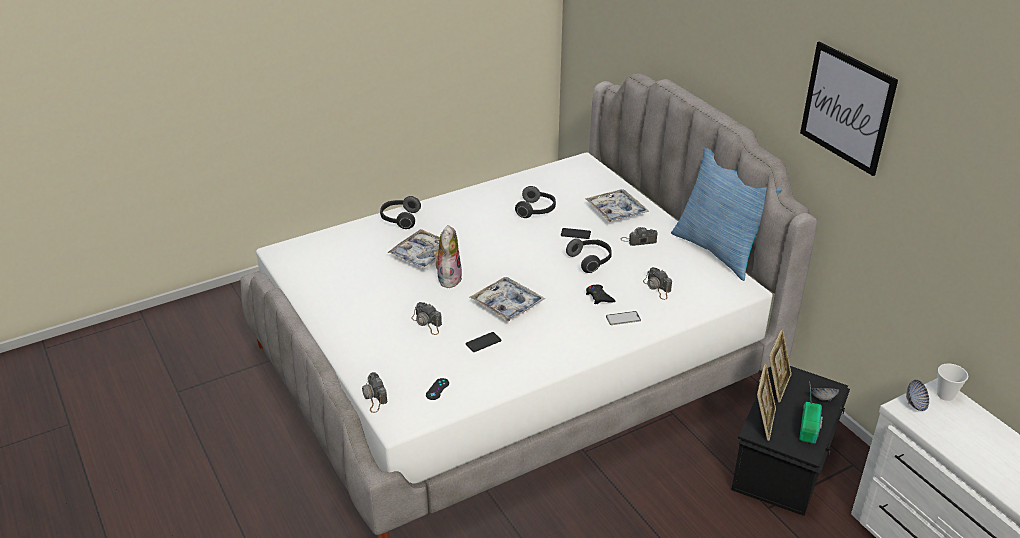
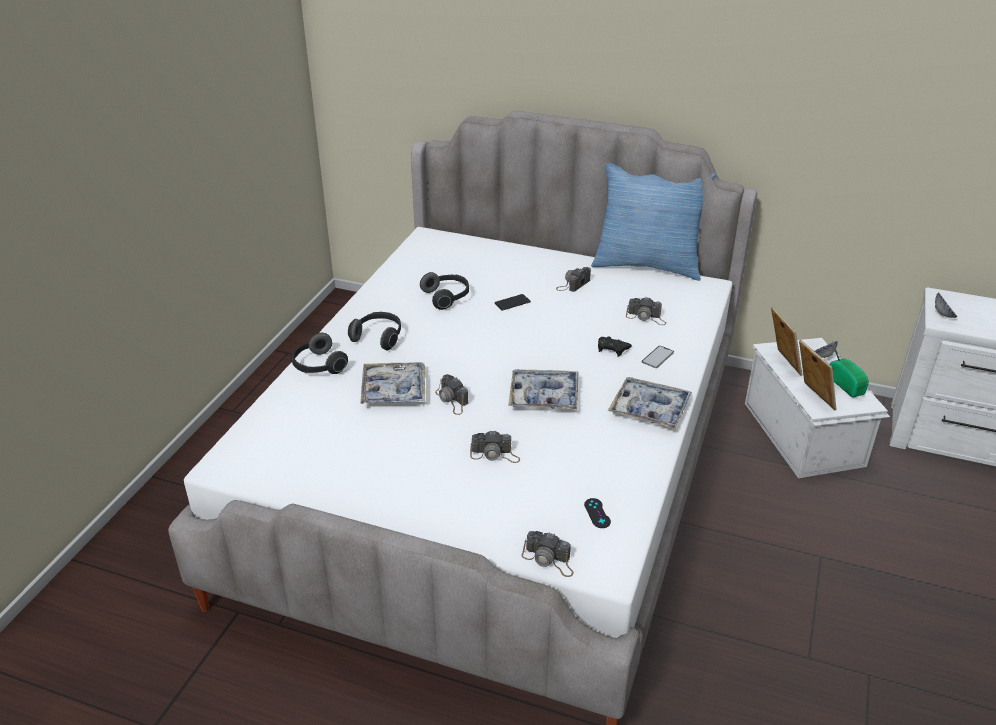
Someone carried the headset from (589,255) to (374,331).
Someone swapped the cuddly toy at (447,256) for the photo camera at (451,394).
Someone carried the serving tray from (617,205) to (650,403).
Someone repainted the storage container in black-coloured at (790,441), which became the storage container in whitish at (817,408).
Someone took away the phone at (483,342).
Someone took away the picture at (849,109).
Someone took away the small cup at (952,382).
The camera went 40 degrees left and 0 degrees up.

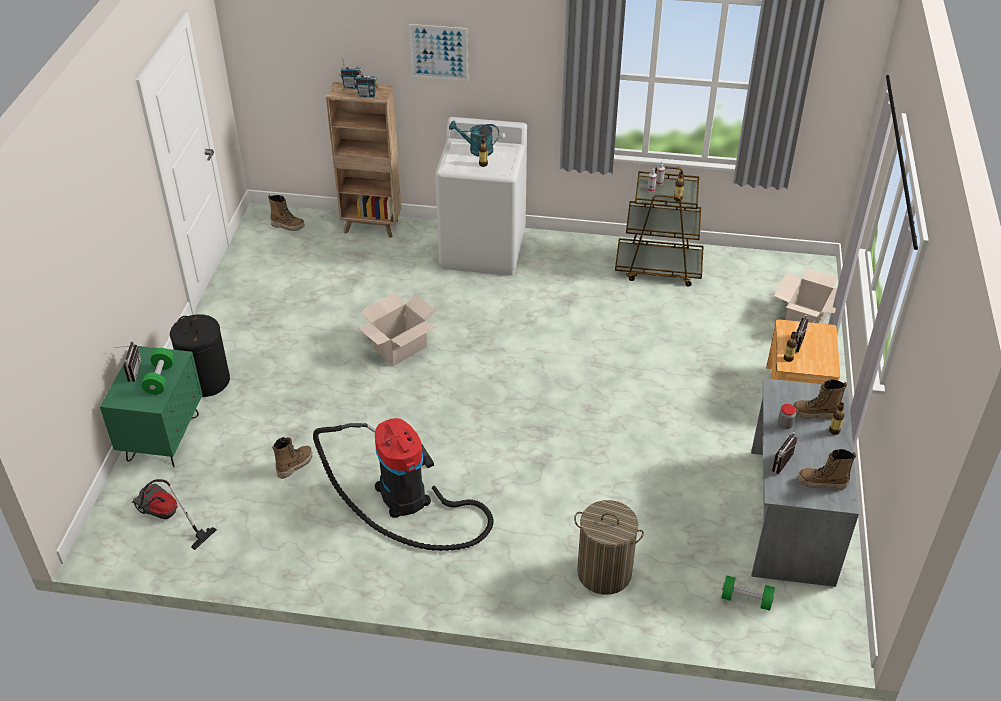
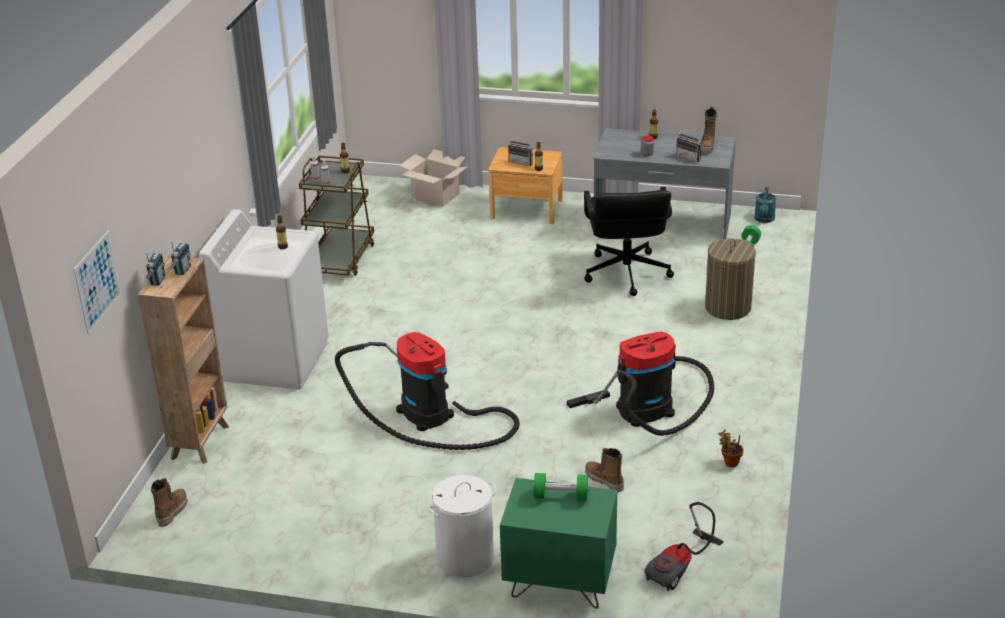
Someone carried the picture from (438,52) to (97,283).
Someone swapped the cardboard box at (397,329) for the vacuum at (427,391).
Someone repainted the washing basket in black-coloured at (200,355), which became the washing basket in whitish at (462,526).
Someone put down the desk chair in black-coloured at (629,241).
Someone put down the potted plant at (731,448).
Someone carried the watering can in turquoise-coloured from (474,138) to (765,205).
Someone took away the radio receiver at (128,361).
Someone took away the boot at (820,399).
The camera went 85 degrees left and 10 degrees down.

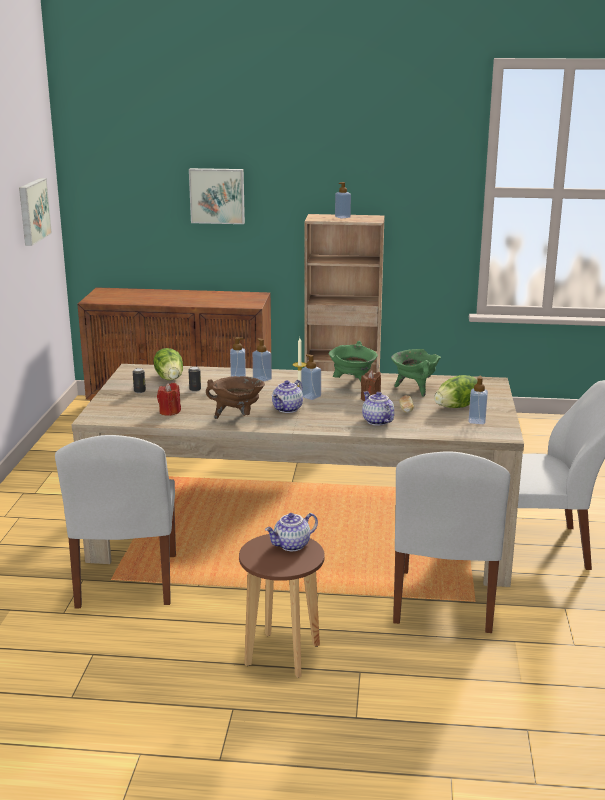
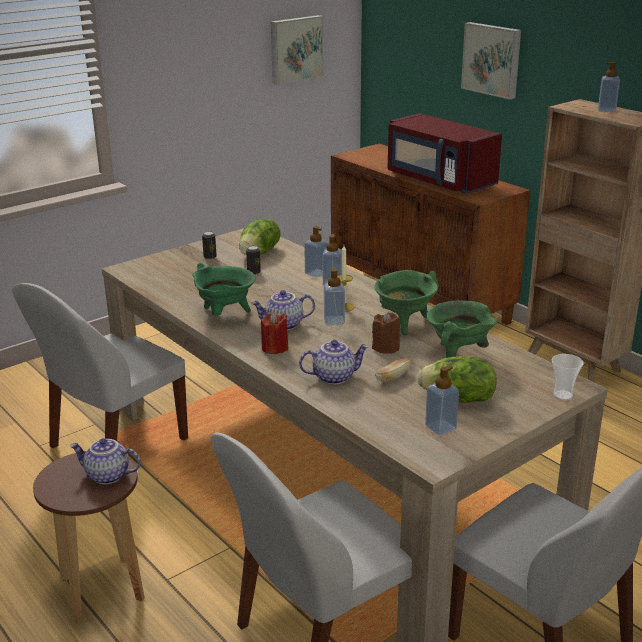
Someone repainted the cooking pot in brown-coloured at (235,397), which became the cooking pot in greenish at (224,289).
Someone carried the wax light in red-coloured from (169,399) to (274,333).
Someone rotated the teapot at (378,408) by 60 degrees clockwise.
Someone put down the microwave oven in red-coloured at (445,153).
Someone put down the small cup at (568,377).
The camera went 45 degrees right and 5 degrees up.

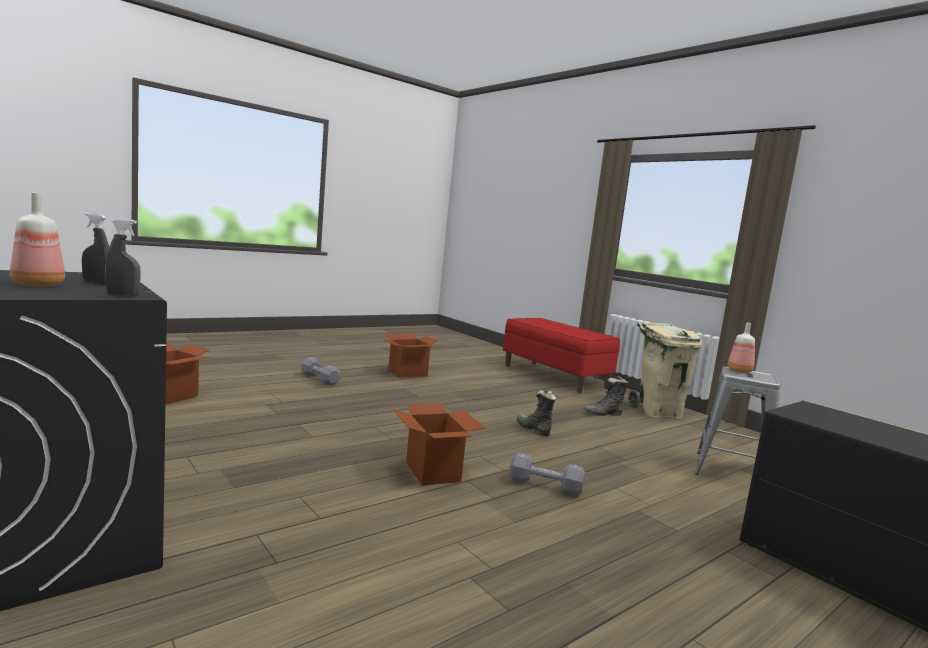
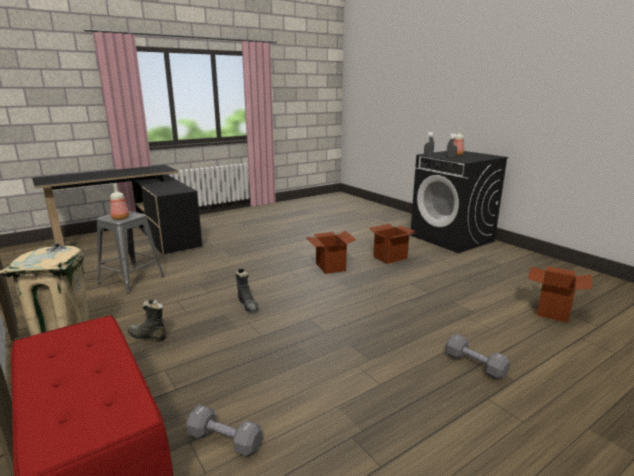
Someone rotated the boot in black-coloured at (606,396) by 150 degrees counterclockwise.
Someone carried the hand weight in gray from (547,474) to (224,430).
Someone carried the cardboard box from (411,355) to (392,244).
The camera went 175 degrees left and 10 degrees up.

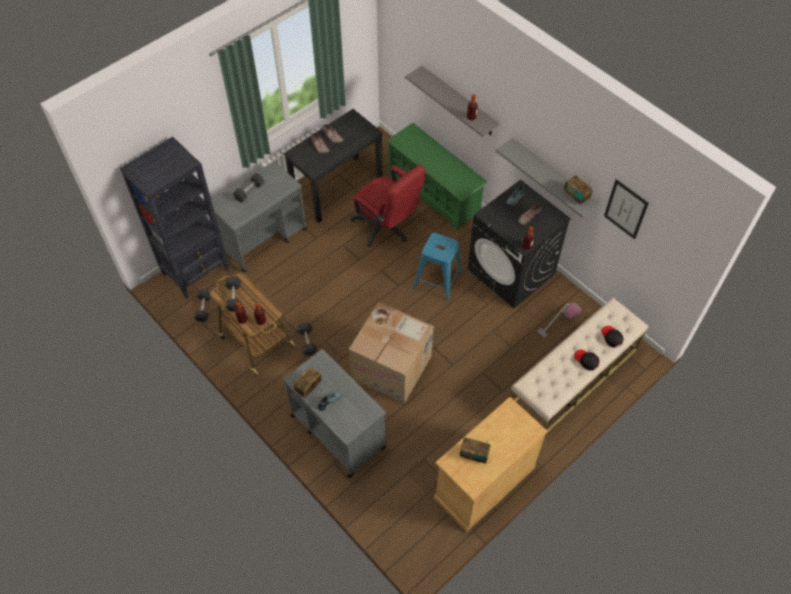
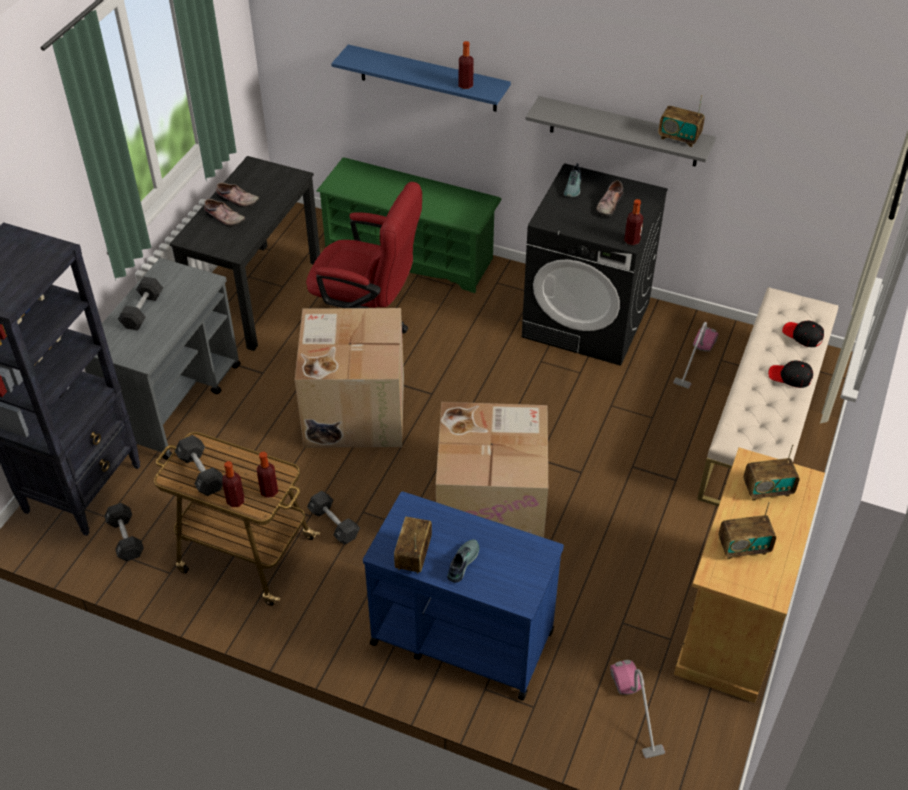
Someone put down the cardboard box at (349,378).
Someone repainted the shelf in gray at (452,101), which became the shelf in bluish at (421,78).
Someone repainted the wheeled cart in gray at (334,413), which became the wheeled cart in bluish at (463,595).
Someone put down the vacuum at (637,709).
Someone put down the radio receiver at (771,472).
Someone took away the sitting stool in bluish at (437,267).
Someone took away the picture at (626,209).
The camera went 25 degrees left and 10 degrees down.

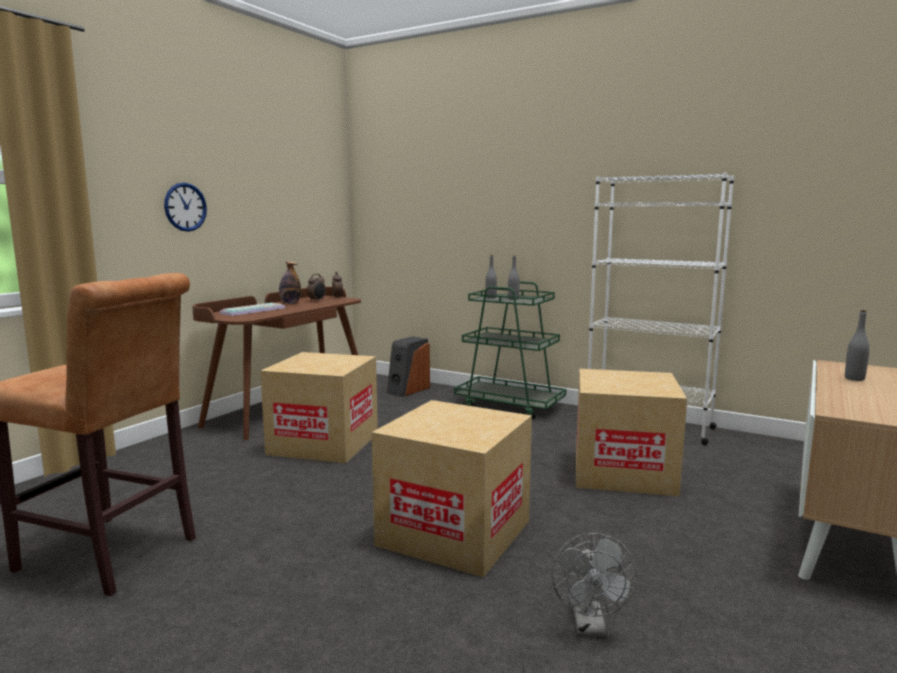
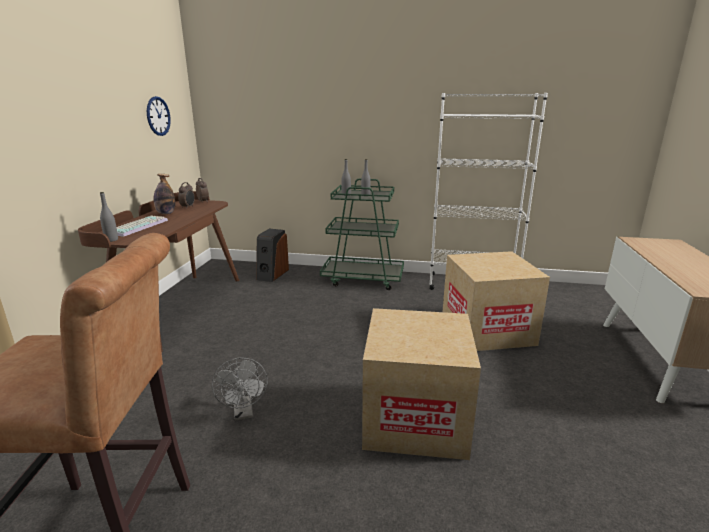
Someone carried the beverage bottle in gray from (857,345) to (109,217).
Someone carried the hanging clock from (185,207) to (159,116).
Someone carried the fan in gray from (594,585) to (240,389).
Someone took away the cardboard box at (319,407).
The camera went 20 degrees left and 10 degrees up.

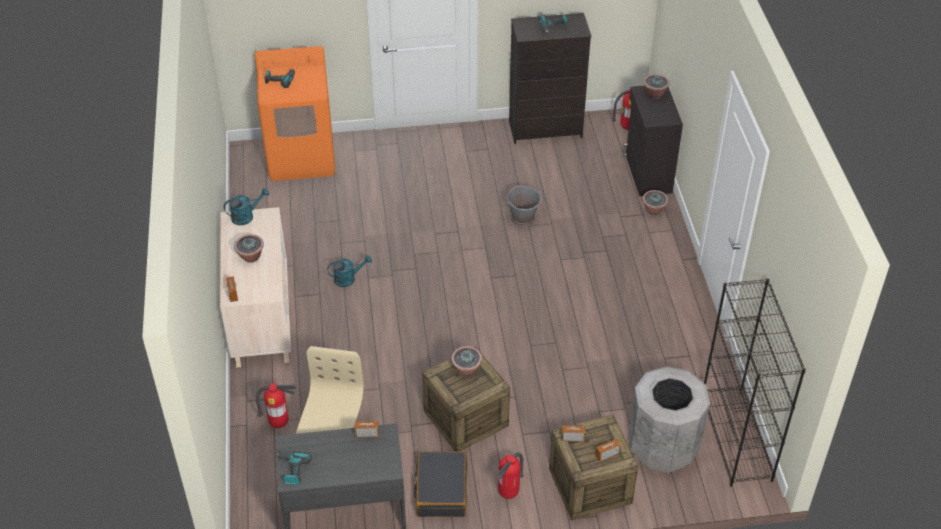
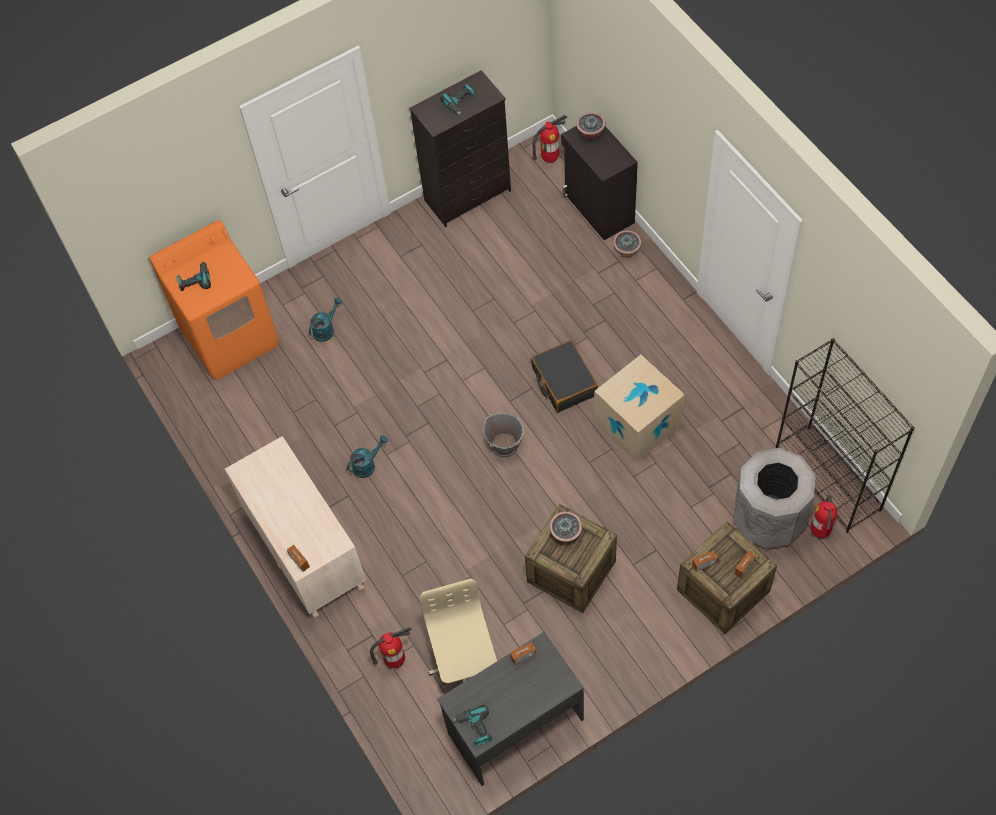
Someone carried the watering can in turquoise-coloured from (246,206) to (325,320).
Someone carried the bucket in gray from (524,206) to (504,435).
Someone carried the suitcase in black-coloured from (440,484) to (564,376).
Someone put down the cardboard box at (639,408).
Someone carried the fire extinguisher from (510,476) to (823,516).
Someone took away the potted plant at (249,248).
The camera went 20 degrees left and 15 degrees up.

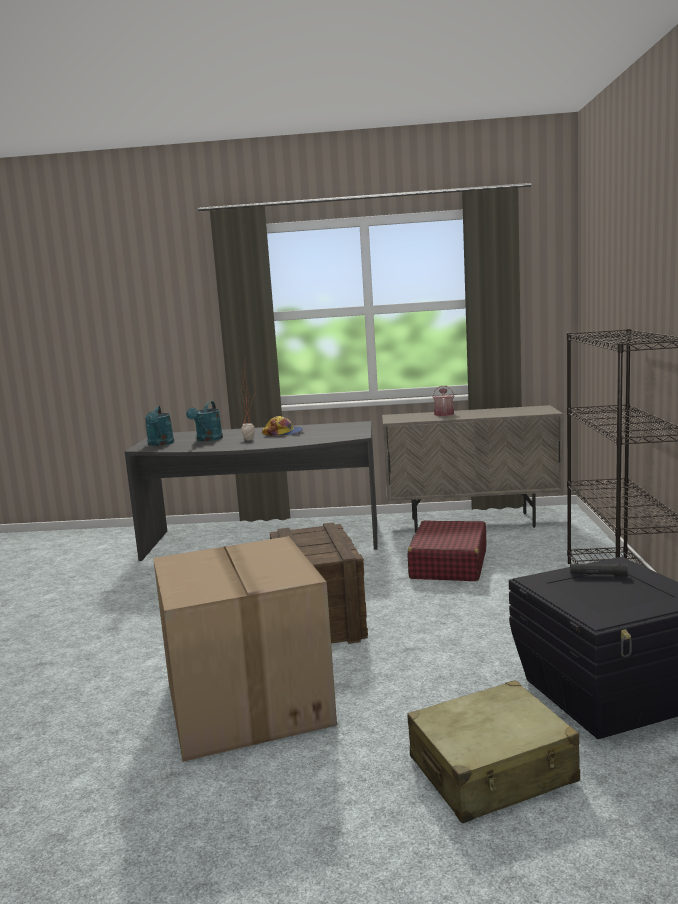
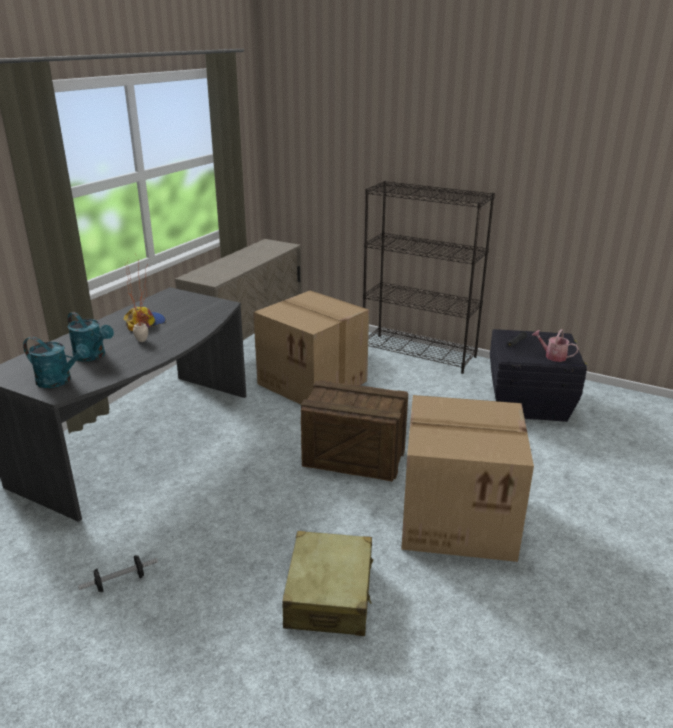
Someone put down the hand weight at (118,574).
Someone swapped the suitcase in red-coloured at (447,551) for the cardboard box at (311,348).
Someone carried the suitcase in beige-coloured from (493,751) to (327,583).
Someone carried the watering can from (443,401) to (555,345).
The camera went 65 degrees left and 15 degrees up.

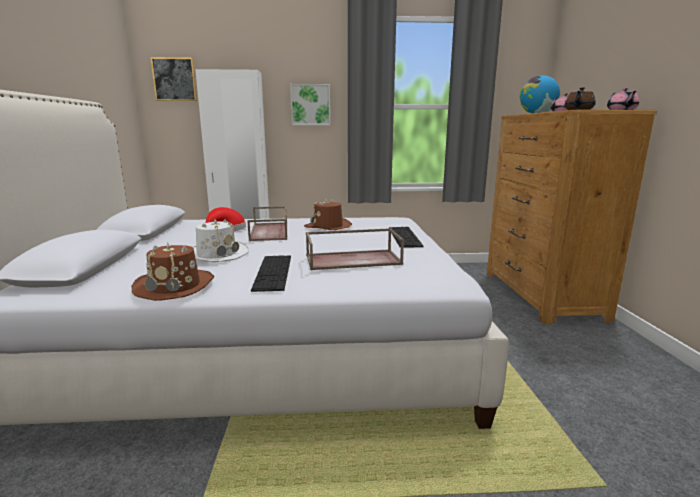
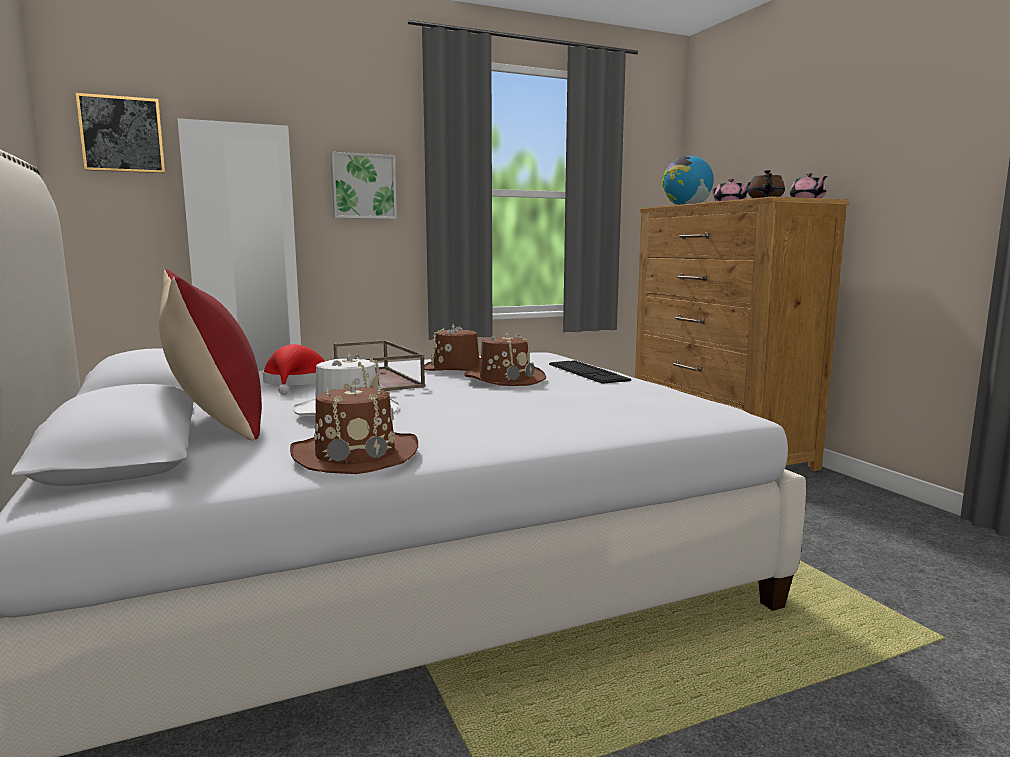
Someone put down the throw pillow in red-coloured at (210,355).
Someone put down the hat in brown-coloured at (505,358).
Someone took away the computer keyboard at (271,273).
Someone took away the serving tray in brown-coloured at (355,249).
The camera went 20 degrees left and 5 degrees down.

